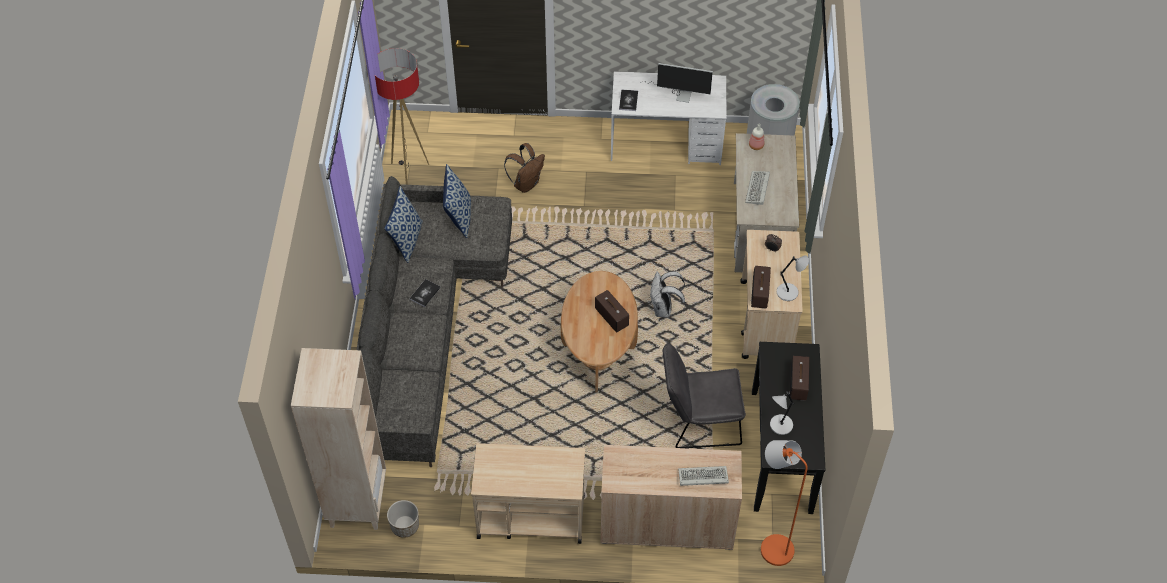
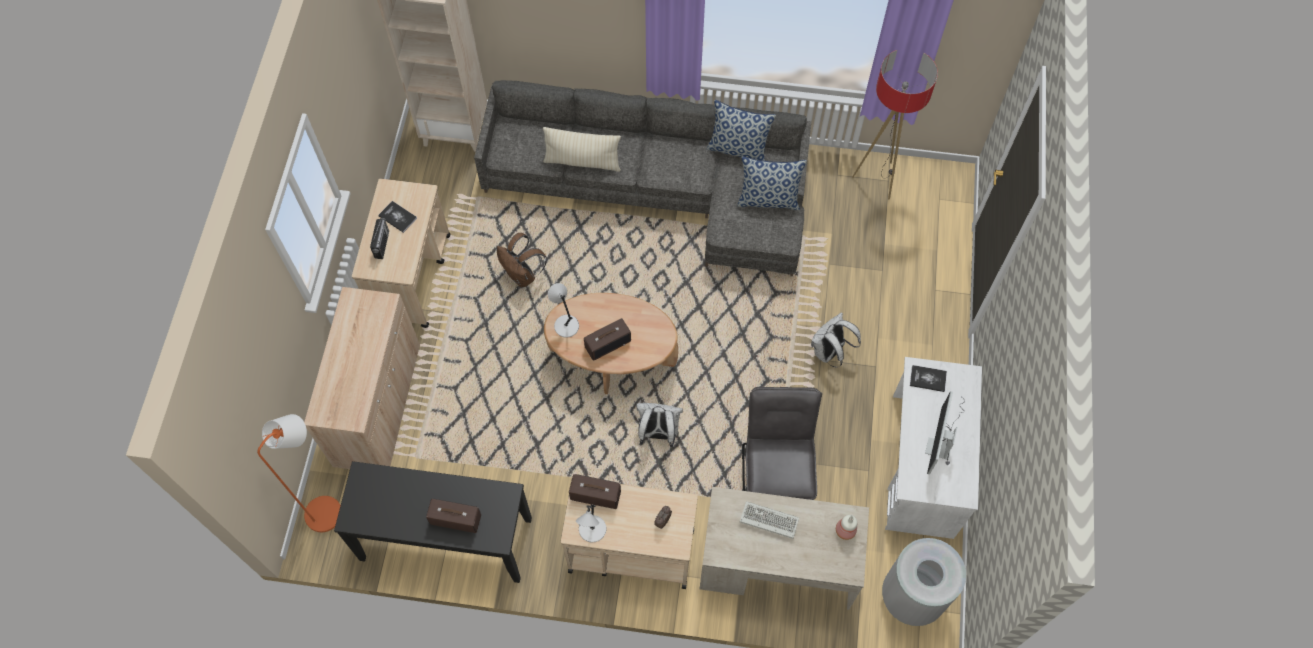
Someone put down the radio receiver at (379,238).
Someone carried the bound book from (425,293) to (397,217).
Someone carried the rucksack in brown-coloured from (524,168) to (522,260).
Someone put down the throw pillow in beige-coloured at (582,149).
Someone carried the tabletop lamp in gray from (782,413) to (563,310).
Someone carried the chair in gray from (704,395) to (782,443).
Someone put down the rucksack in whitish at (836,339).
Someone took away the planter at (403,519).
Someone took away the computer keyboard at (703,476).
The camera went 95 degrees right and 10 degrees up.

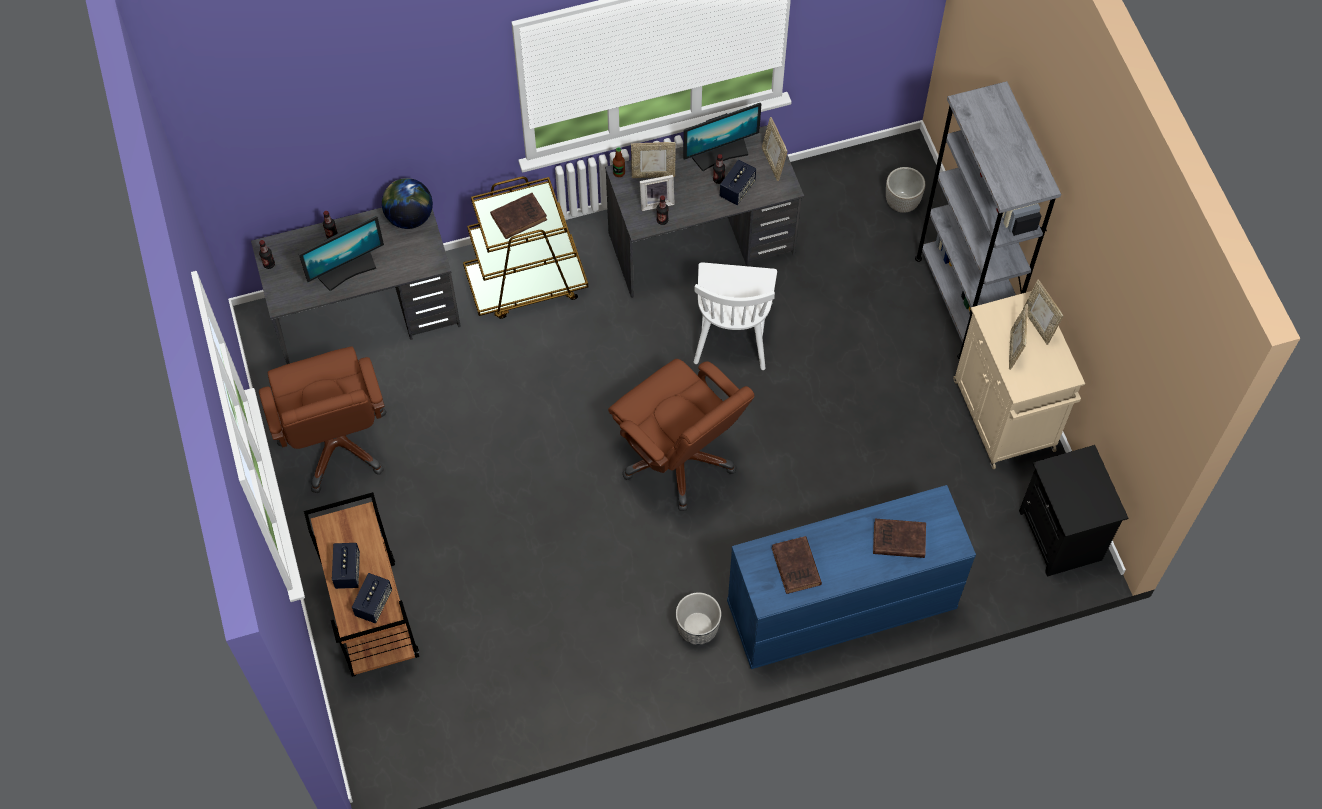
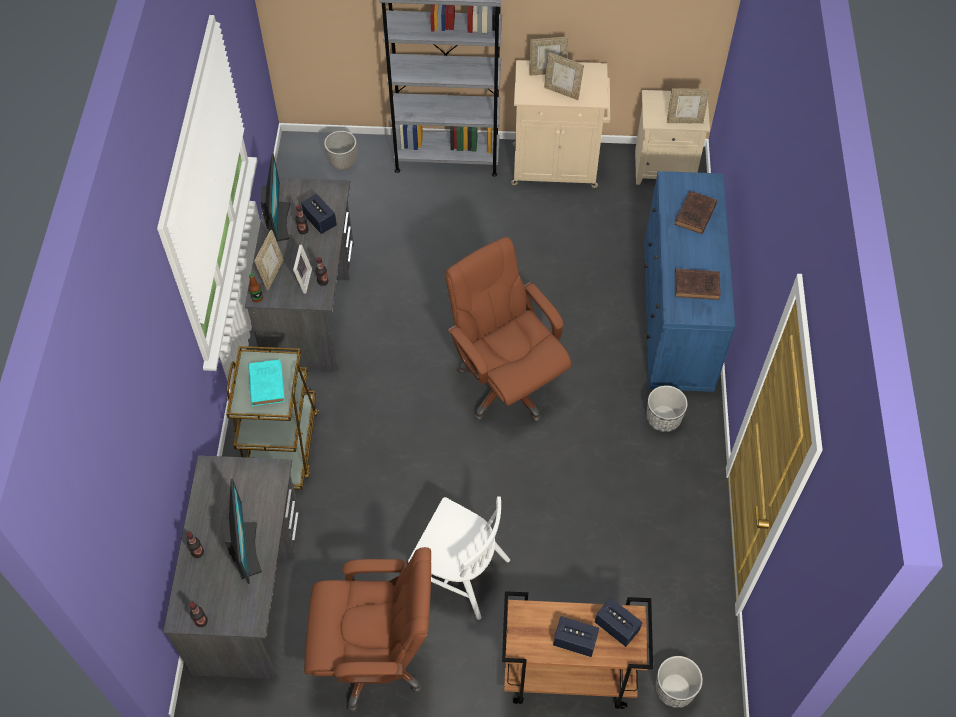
Someone repainted the bound book in brown-coloured at (518,216), which became the bound book in turquoise-coloured at (266,382).
Someone carried the chair in whitish from (735,316) to (459,558).
Someone rotated the desk chair in brown-coloured at (681,435) by 105 degrees counterclockwise.
Someone repainted the bedside table in black-coloured at (1073,511), which became the bedside table in beige-coloured at (672,137).
Someone put down the planter at (679,682).
Someone carried the standing frame from (774,149) to (688,106).
Someone took away the world globe at (407,203).
The camera went 70 degrees left and 5 degrees down.

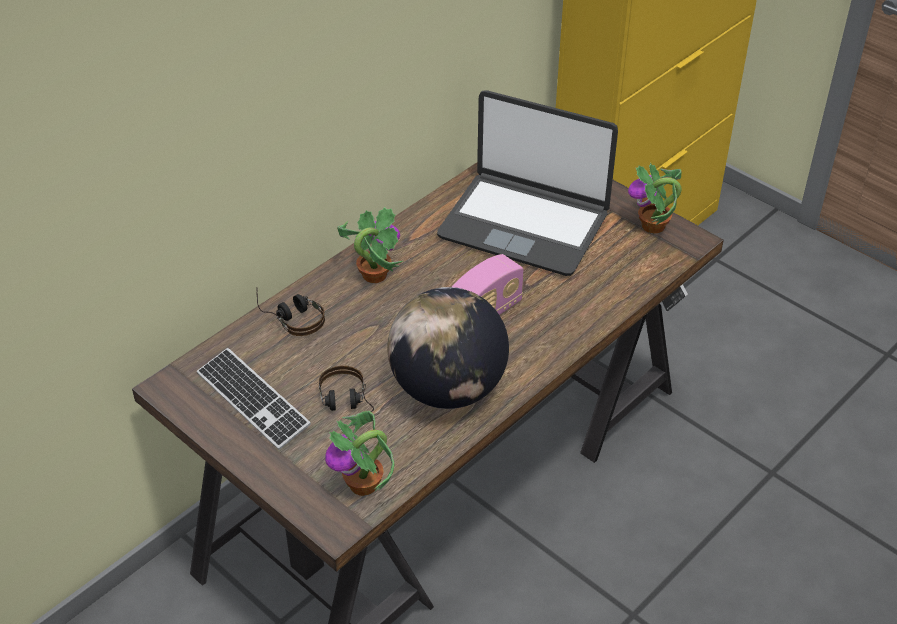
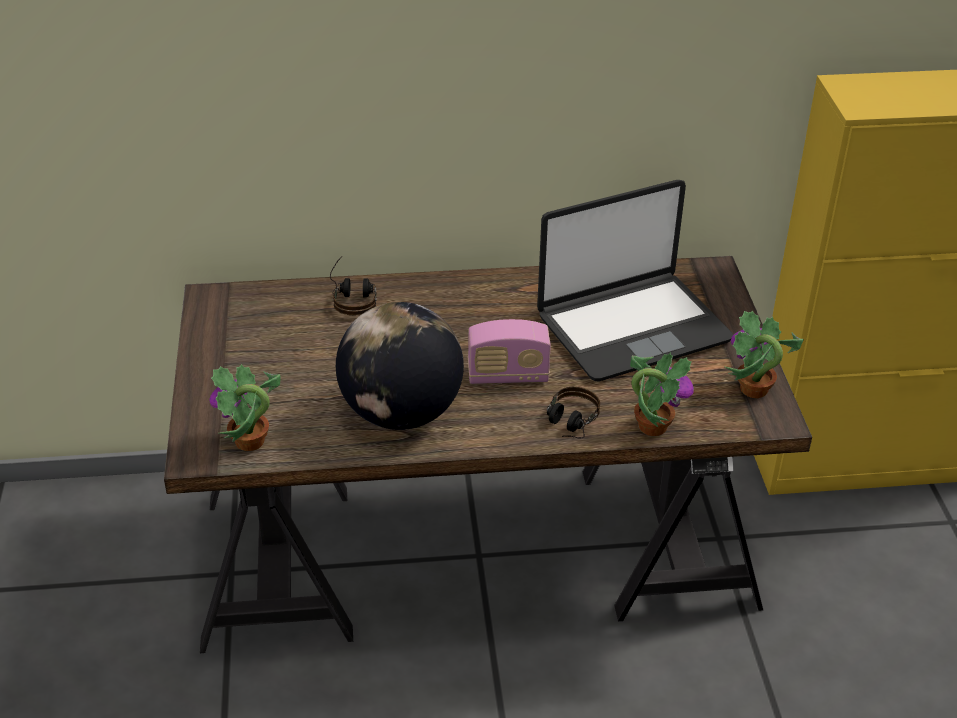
Someone rotated the notebook computer at (527,183) by 90 degrees counterclockwise.
Someone carried the headset from (346,389) to (573,412).
Someone carried the potted plant from (370,245) to (662,394).
Someone took away the computer keyboard at (254,399).
The camera went 40 degrees right and 5 degrees down.

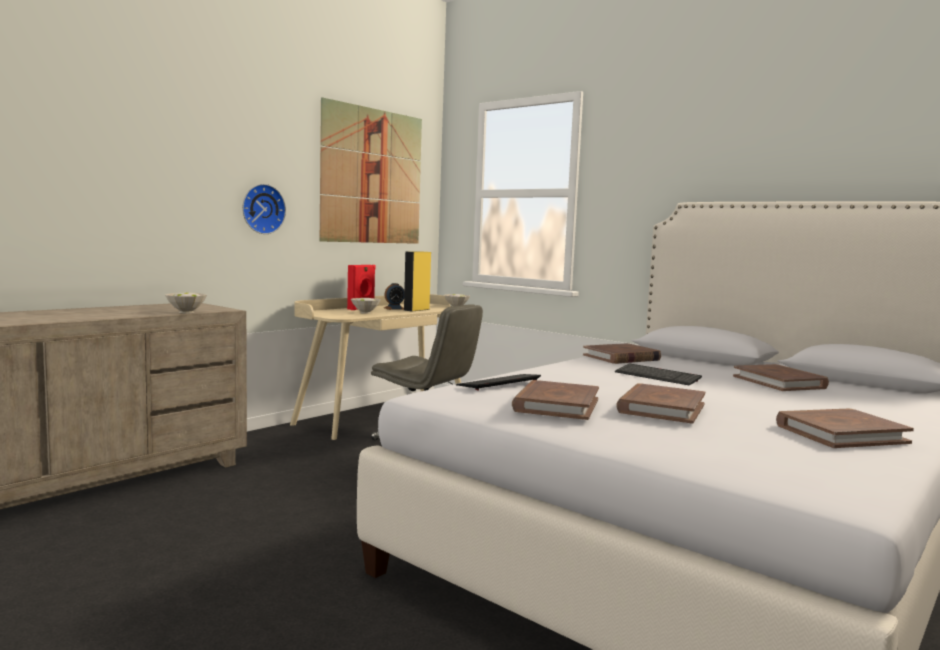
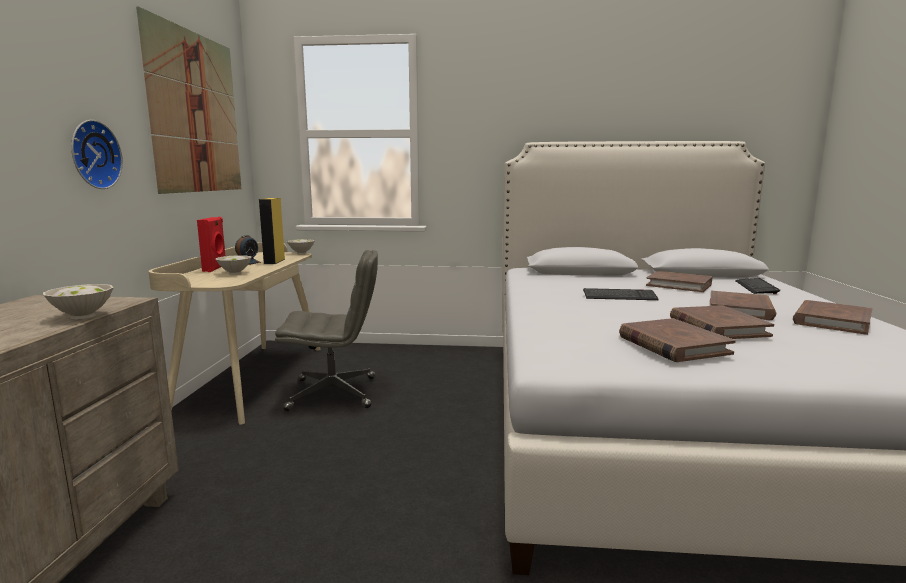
Someone carried the bound book in brown-coloured from (622,353) to (743,305).
Someone carried the computer keyboard from (498,382) to (757,286).
The camera went 35 degrees left and 5 degrees up.

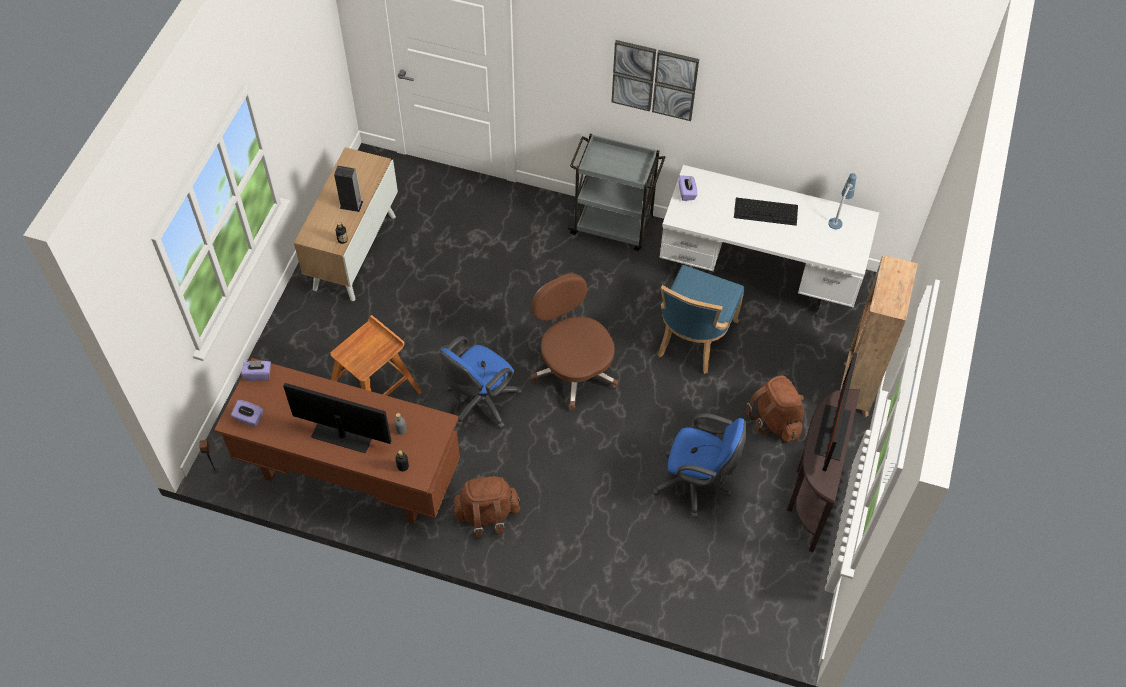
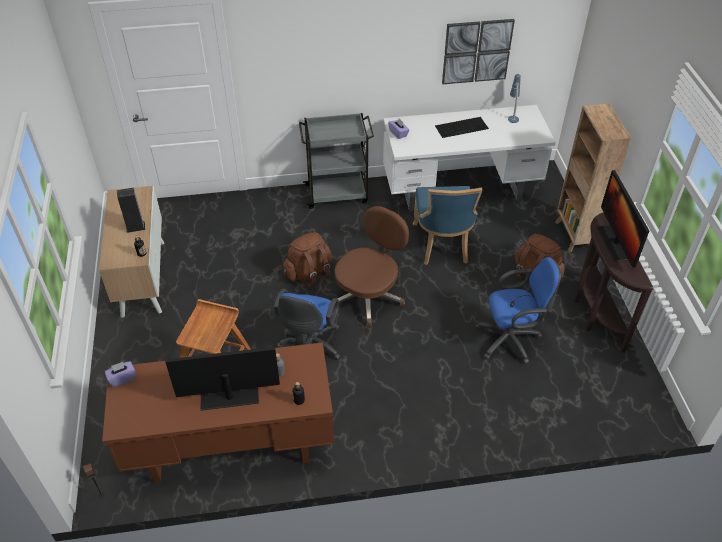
Someone carried the rucksack in brown-coloured from (485,507) to (307,259).
Someone rotated the desk chair in brown-coloured at (574,342) by 90 degrees clockwise.
Someone carried the picture from (655,80) to (478,51).
Someone took away the tissue box in purple at (247,413).
The camera went 25 degrees left and 10 degrees down.

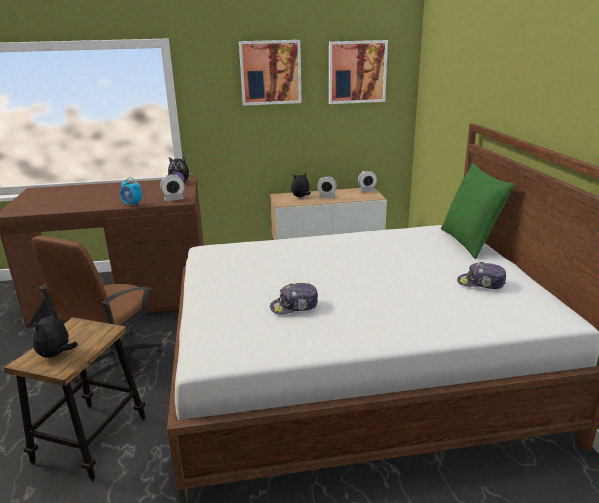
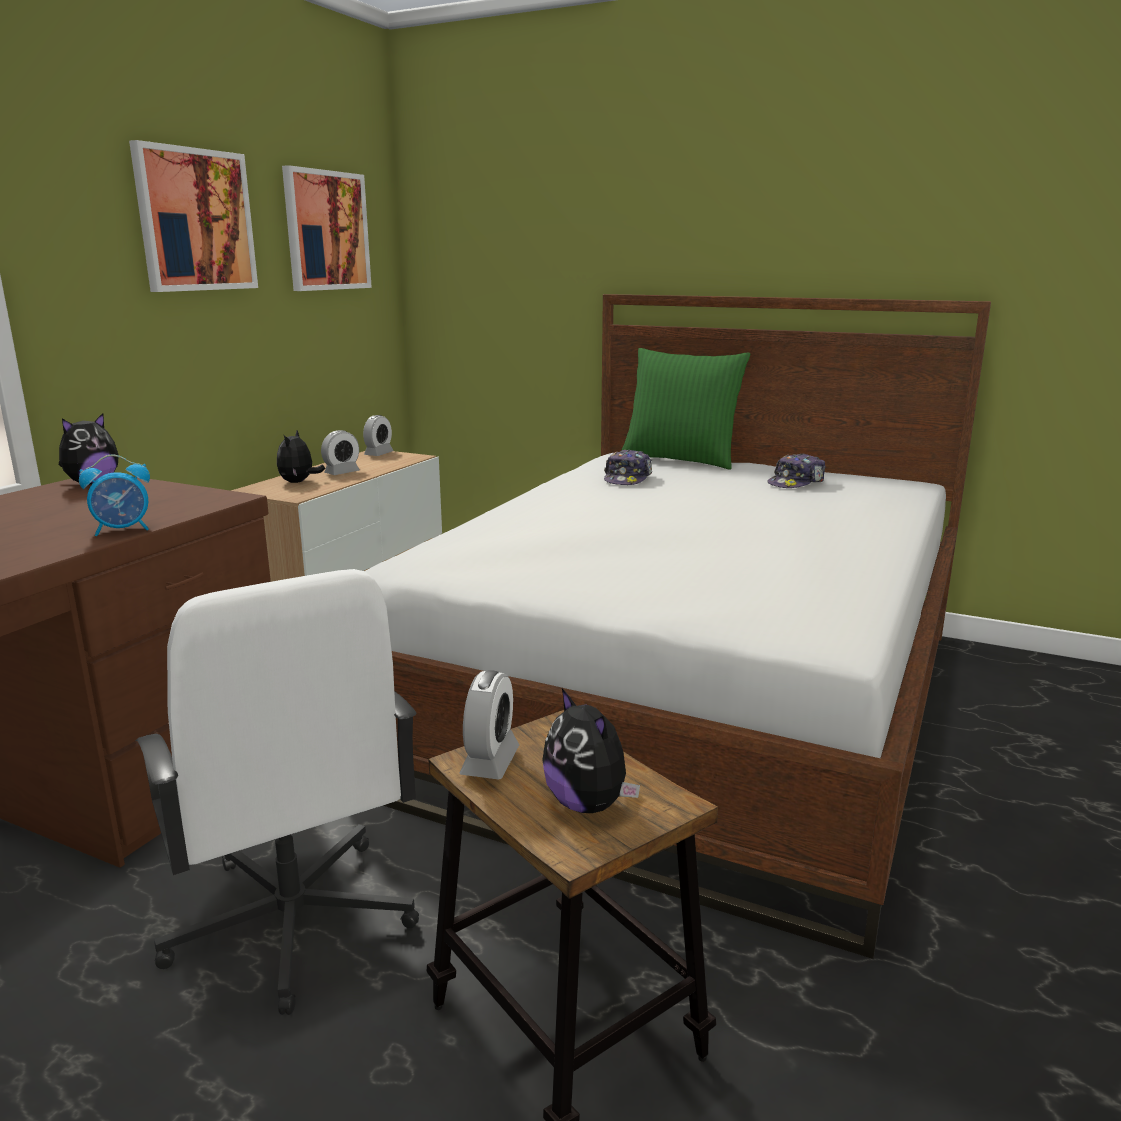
Someone repainted the desk chair in brown-coloured at (98,309), which became the desk chair in whitish at (277,792).
Someone carried the alarm clock from (172,187) to (489,725).
Someone carried the baseball cap from (294,298) to (628,467).
The camera went 55 degrees left and 5 degrees down.

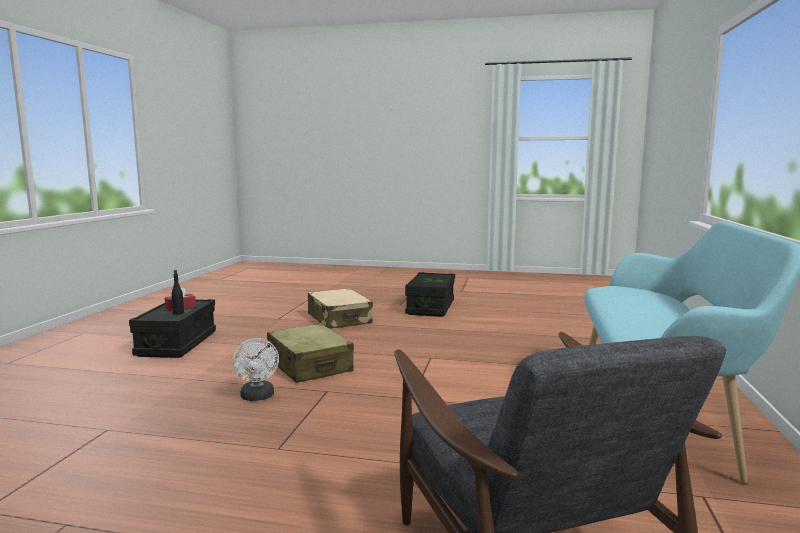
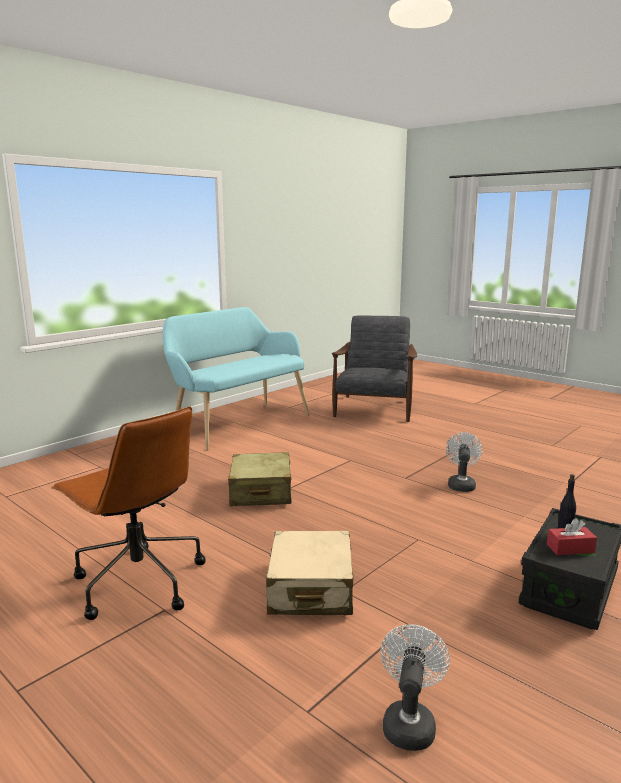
Someone swapped the storage container in black-coloured at (430,294) for the desk chair in brown-coloured at (129,513).
Someone carried the suitcase in beige-coloured from (310,353) to (260,479).
Someone put down the fan in whitish at (415,687).
The camera went 150 degrees left and 5 degrees up.

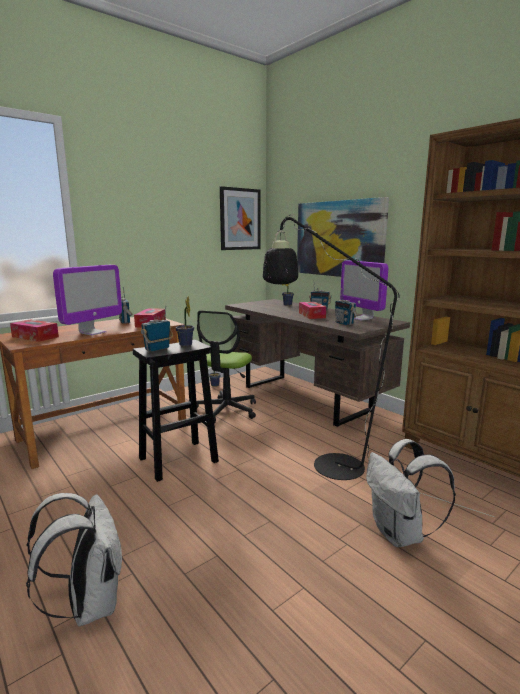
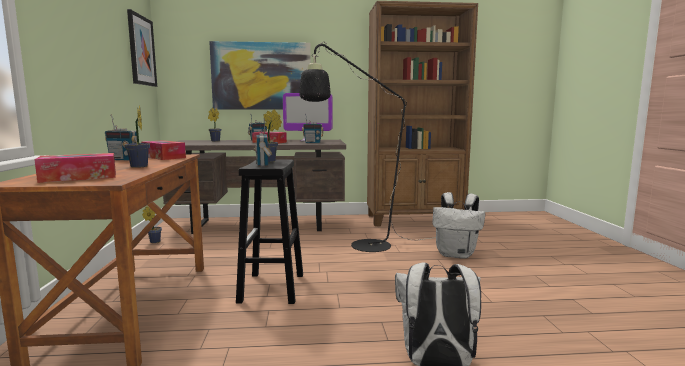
Someone swapped the monitor at (87,300) for the potted plant at (137,136).
Someone took away the desk chair at (226,367).
The camera went 55 degrees left and 5 degrees down.

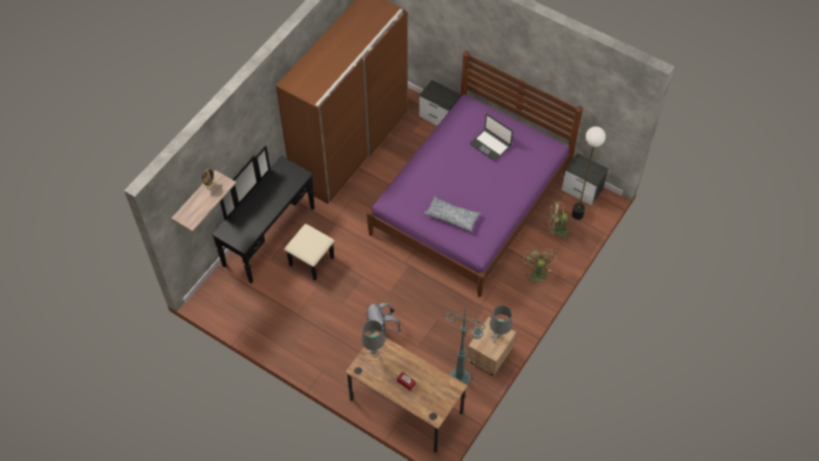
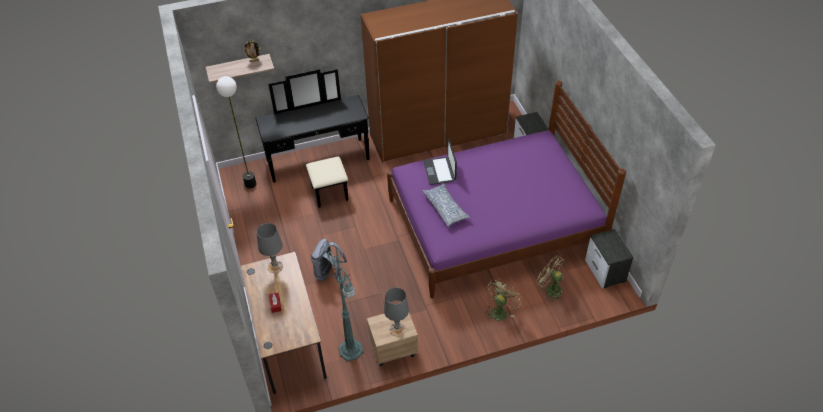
Someone carried the standing lamp from (589,173) to (236,132).
Someone carried the notebook computer from (491,137) to (440,162).
The camera went 40 degrees right and 10 degrees down.

